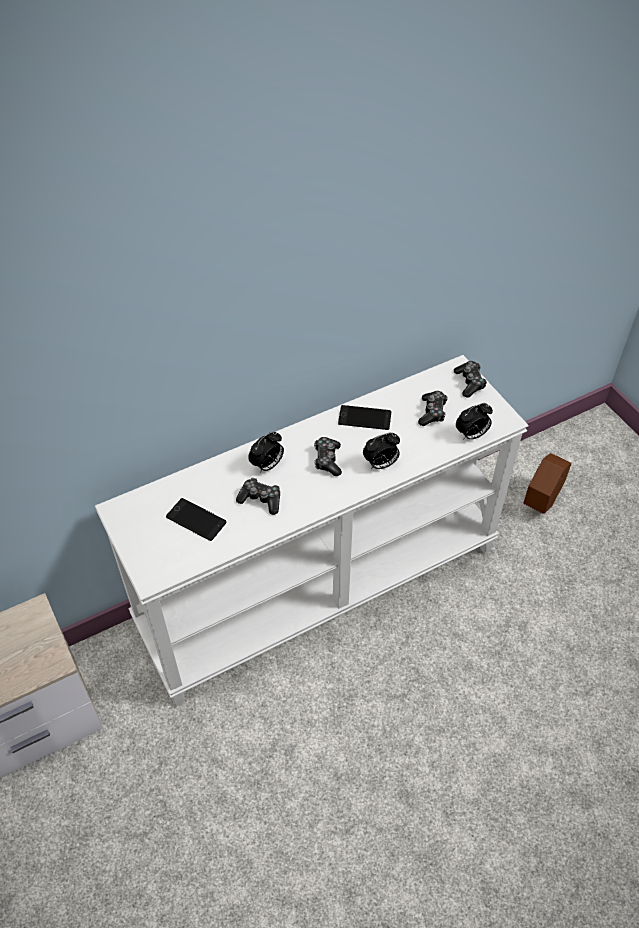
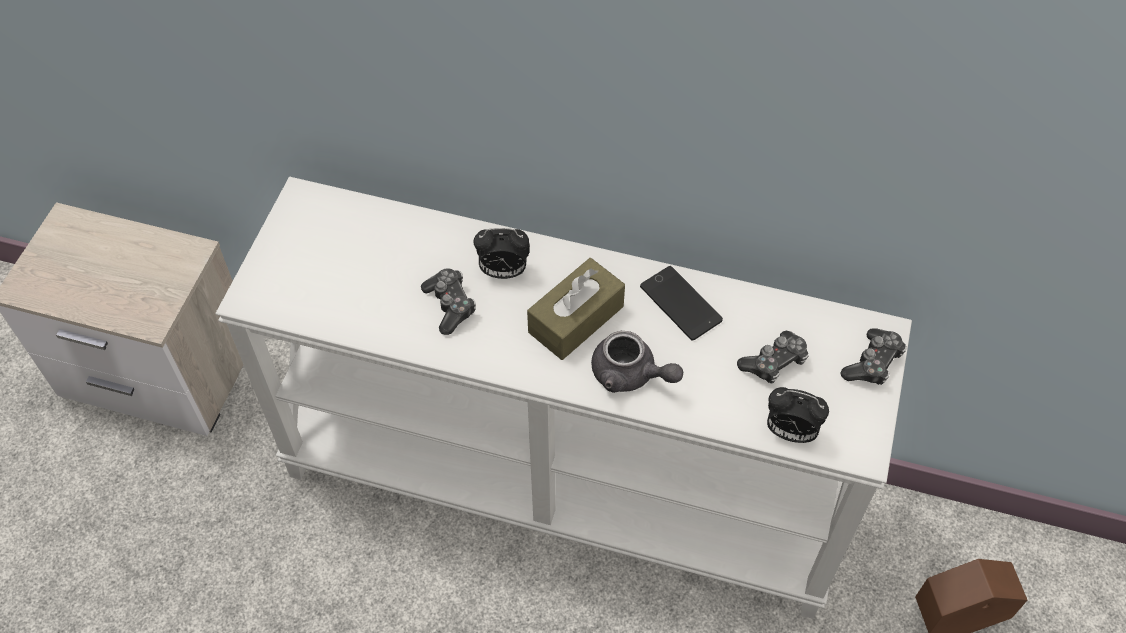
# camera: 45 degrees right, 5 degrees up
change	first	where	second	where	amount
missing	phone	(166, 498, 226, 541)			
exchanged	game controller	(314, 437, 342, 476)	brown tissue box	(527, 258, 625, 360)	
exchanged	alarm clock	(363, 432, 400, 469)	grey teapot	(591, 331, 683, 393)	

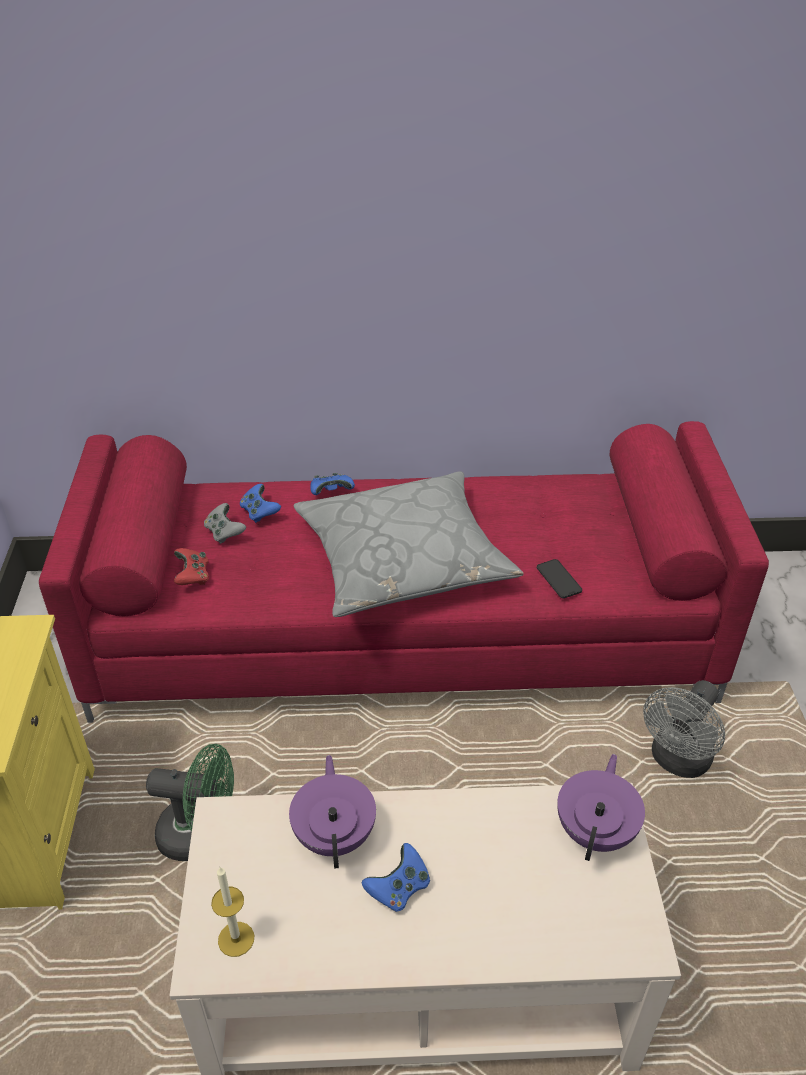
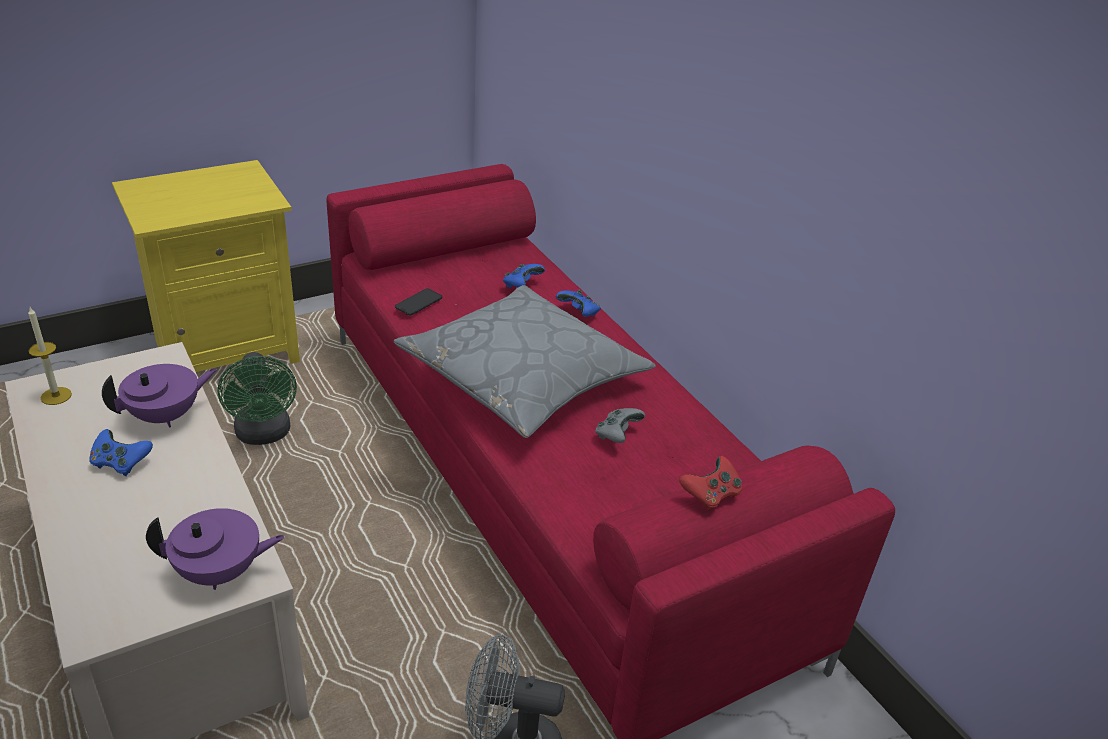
# camera: 60 degrees right, 5 degrees down
change	first	where	second	where	amount
relocated	red game controller	(174, 548, 209, 585)		(679, 456, 742, 511)	
relocated	grey game controller	(204, 503, 246, 544)		(595, 408, 645, 443)	
relocated	phone	(537, 559, 582, 598)		(395, 288, 442, 315)	

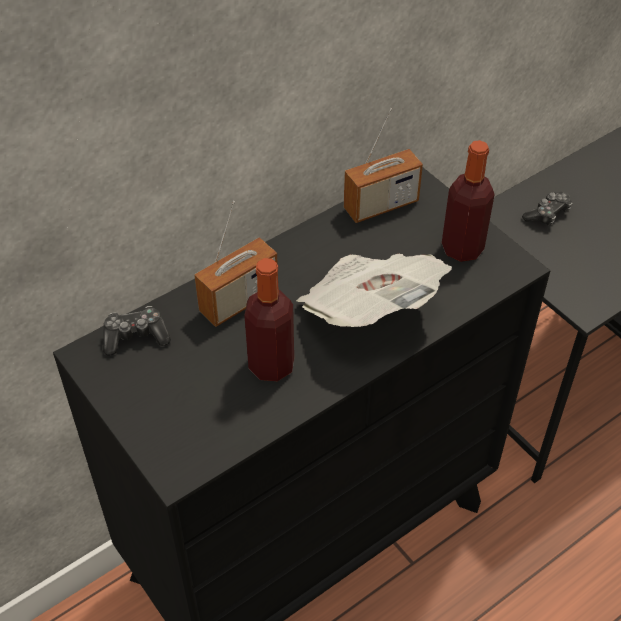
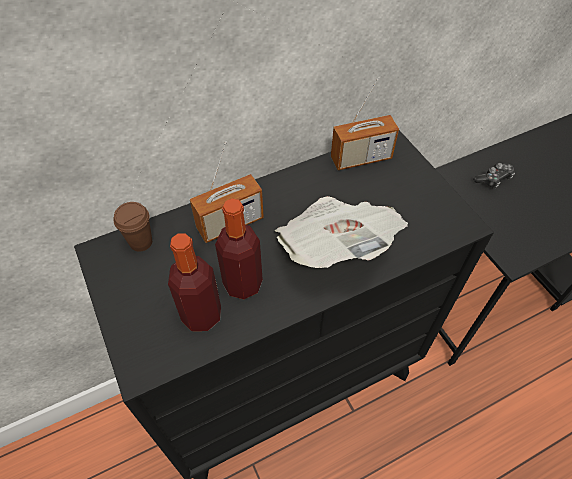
# camera: 10 degrees right, 5 degrees up
change	first	where	second	where	amount
relocated	bottle	(442, 140, 495, 262)		(168, 233, 221, 331)	
exchanged	game controller	(103, 306, 171, 356)	brown cup	(113, 202, 152, 252)	

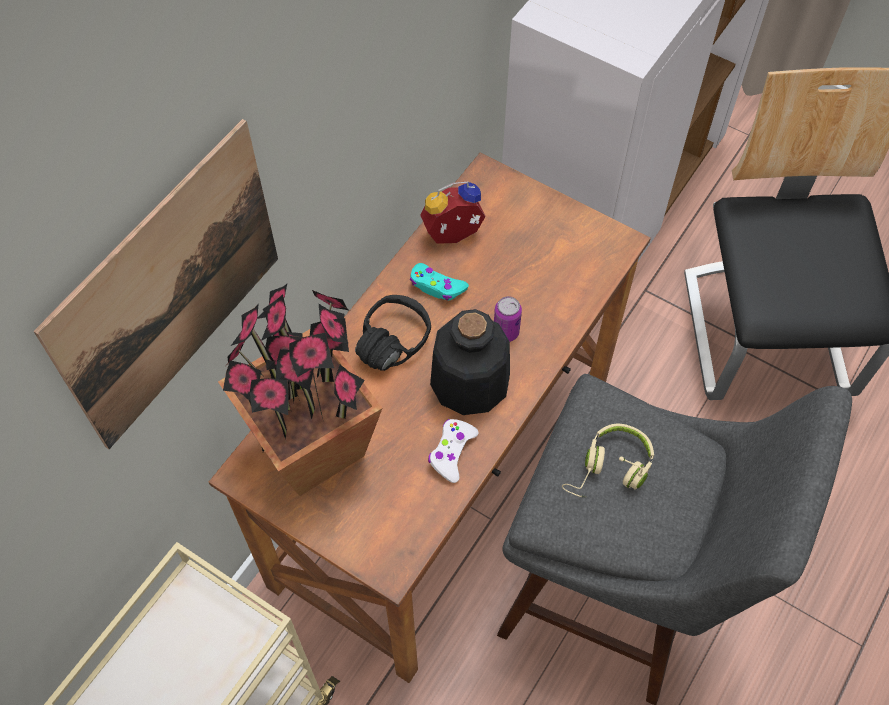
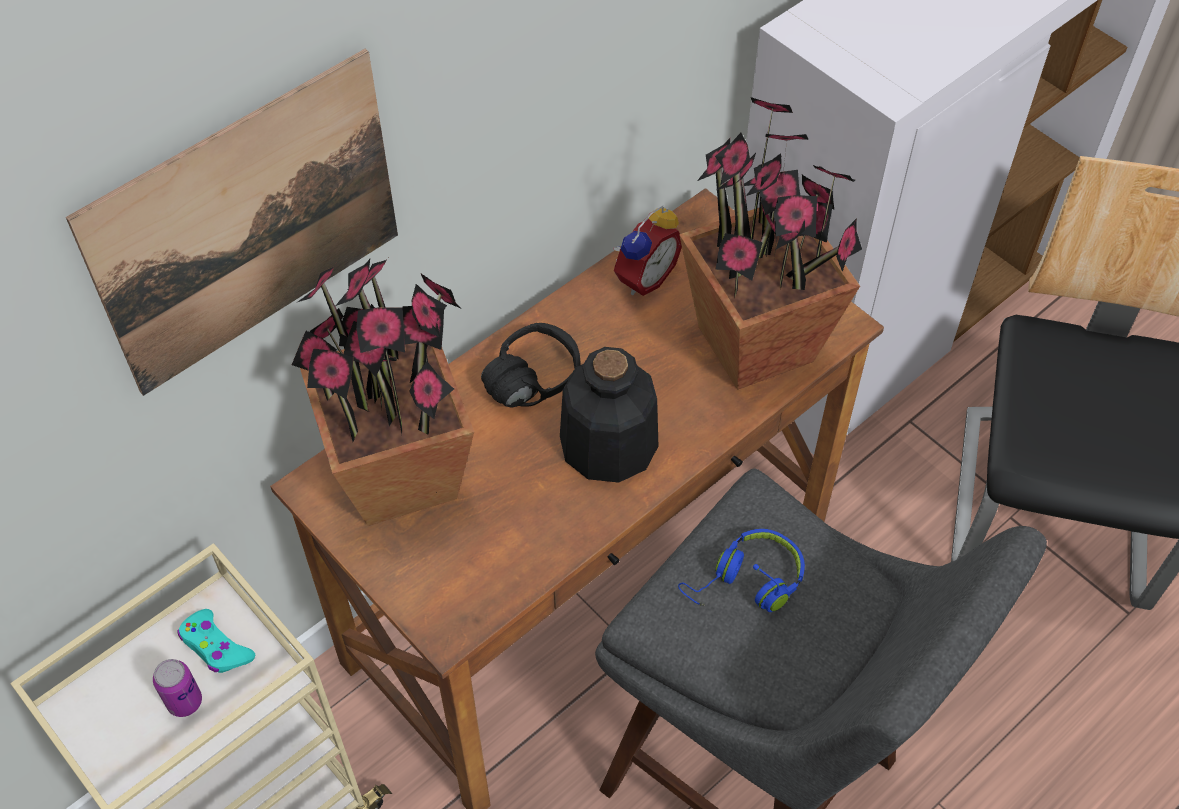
# camera: 15 degrees right, 5 degrees down
change	first	where	second	where	amount
missing	white game controller	(428, 419, 479, 483)			
appeared			potted plant	(679, 97, 862, 390)	
relocated	turquoise game controller	(410, 263, 469, 300)		(178, 609, 255, 673)	
relocated	can	(494, 296, 522, 342)		(153, 659, 202, 717)	
colour	beige headphones	(562, 424, 654, 498)	blue headphones	(678, 529, 805, 612)	
spun	alarm clock	(420, 181, 486, 244)		(613, 206, 682, 296)	135 degrees clockwise

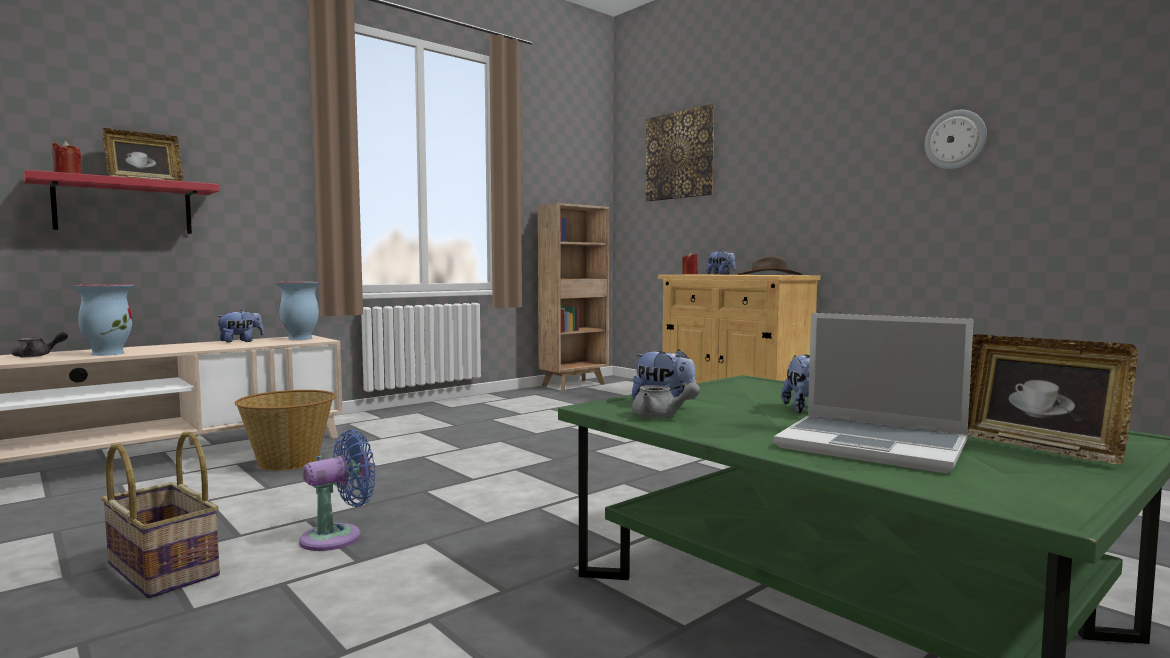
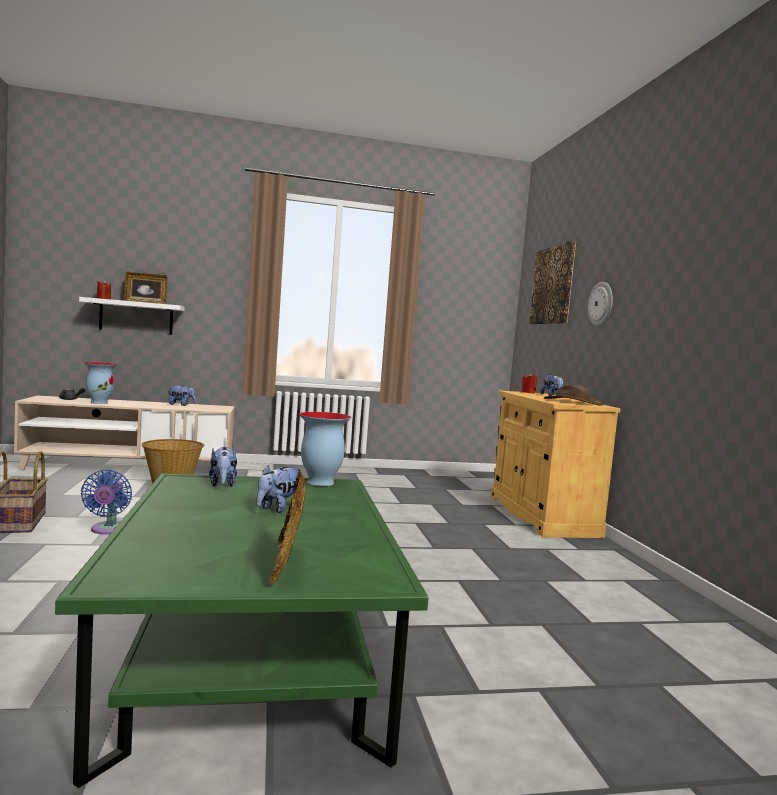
# camera: 30 degrees right, 0 degrees up
change	first	where	second	where	amount
missing	brown bookcase	(538, 203, 609, 391)			
missing	grey teapot	(632, 383, 700, 418)			
missing	laptop	(774, 313, 974, 473)			
relocated	vase	(274, 282, 321, 340)		(299, 412, 351, 486)	
relocated	wall clock	(925, 110, 987, 170)		(588, 282, 613, 326)	
colour	red shelf	(24, 170, 220, 234)	white shelf	(79, 297, 185, 335)	
spun	blue fan	(299, 429, 376, 551)		(81, 470, 132, 535)	90 degrees clockwise

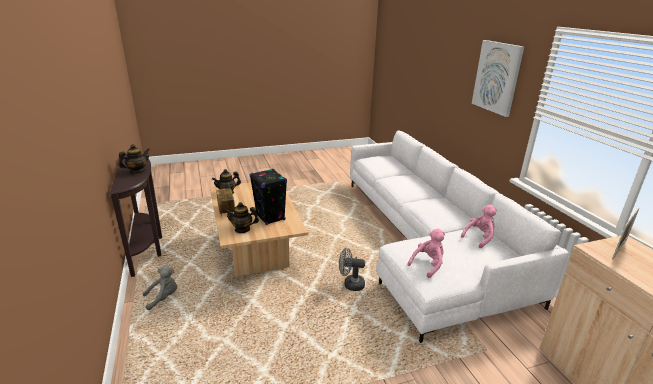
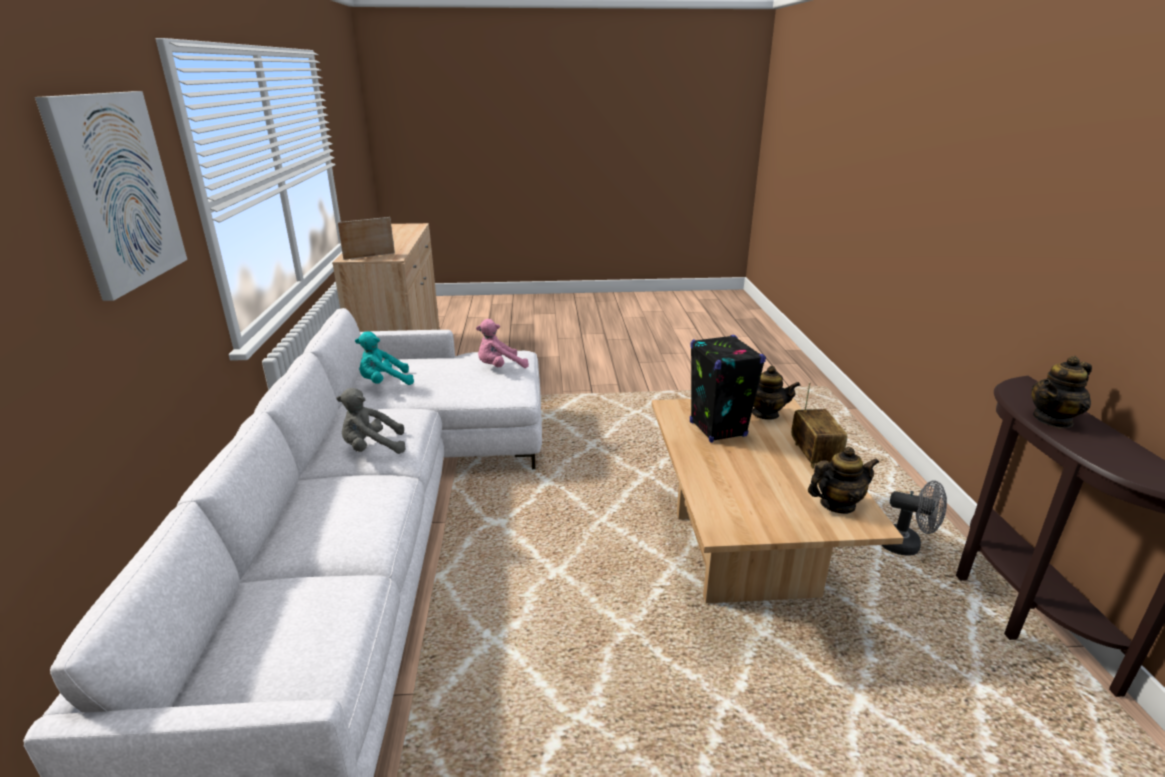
# camera: 165 degrees left, 0 degrees up
change	first	where	second	where	amount
relocated	grey plush toy	(143, 266, 177, 310)		(336, 388, 405, 454)	
relocated	grey fan	(339, 248, 365, 291)		(881, 481, 947, 556)	
colour	pink plush toy	(461, 205, 497, 248)	turquoise plush toy	(355, 331, 414, 385)	

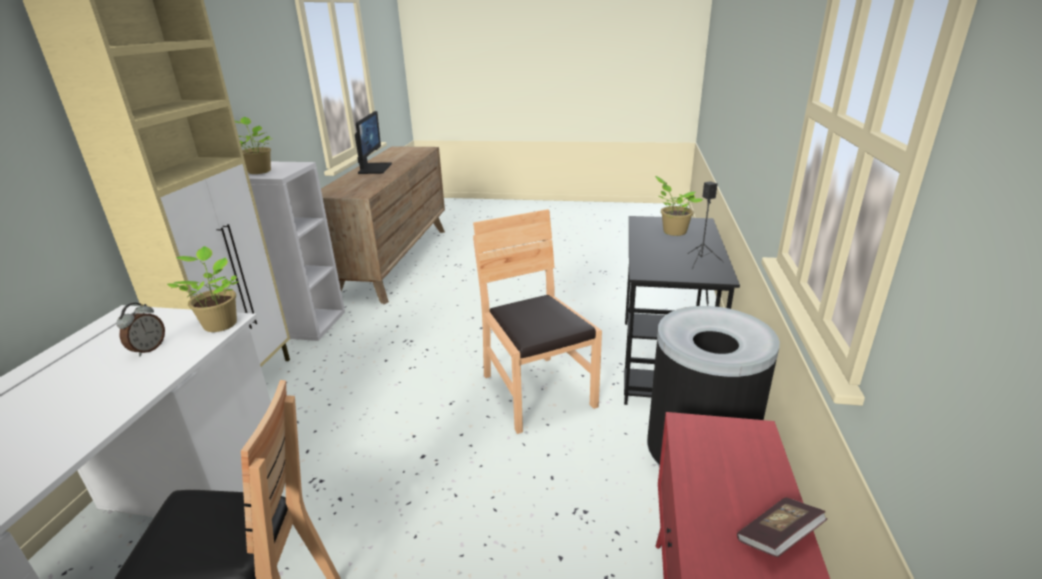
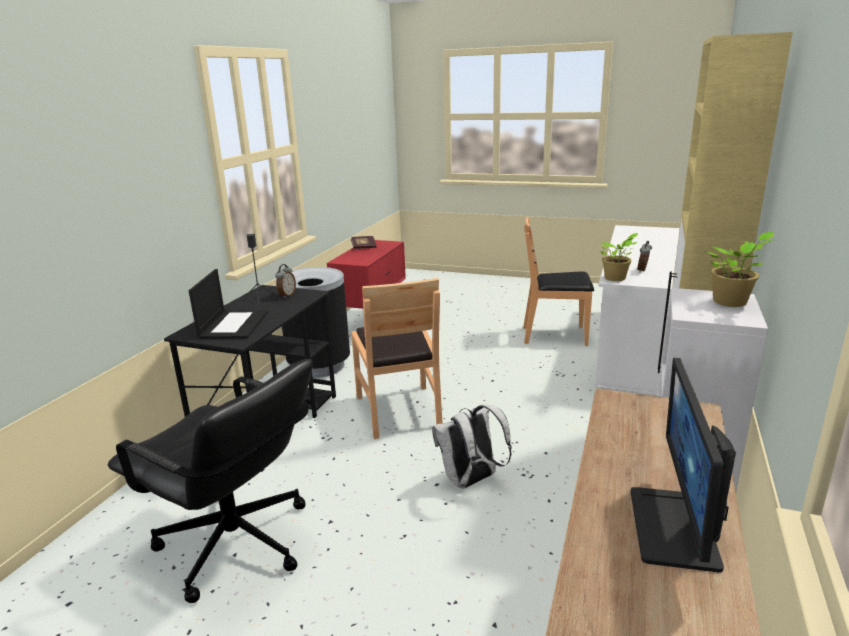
# camera: 170 degrees left, 5 degrees down
change	first	where	second	where	amount
appeared			black office chair	(108, 359, 313, 603)	
appeared			alarm clock	(275, 264, 296, 298)	
appeared			white backpack	(432, 404, 512, 489)	
exchanged	potted plant	(655, 176, 703, 236)	laptop	(189, 269, 268, 339)	

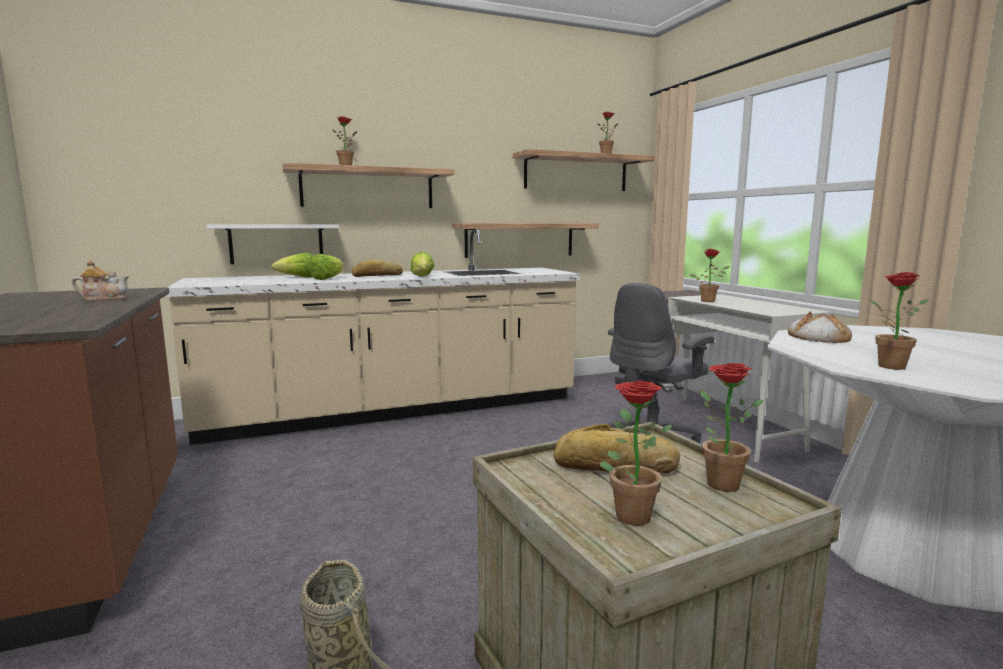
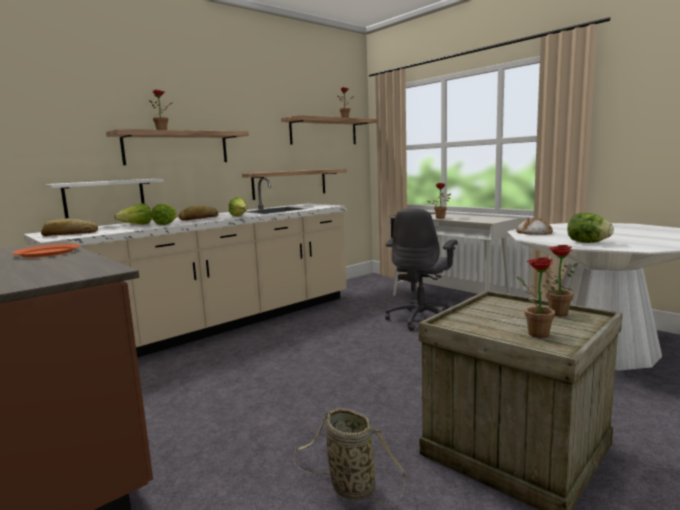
# camera: 20 degrees left, 0 degrees up
change	first	where	second	where	amount
relocated	bread	(553, 424, 680, 473)		(41, 219, 98, 236)	
exchanged	teapot	(72, 260, 129, 301)	orange plate	(12, 244, 80, 258)	
exchanged	potted plant	(868, 272, 929, 370)	lettuce	(567, 213, 614, 243)	

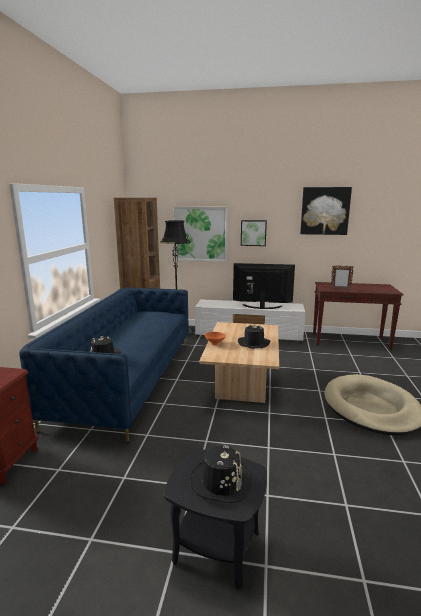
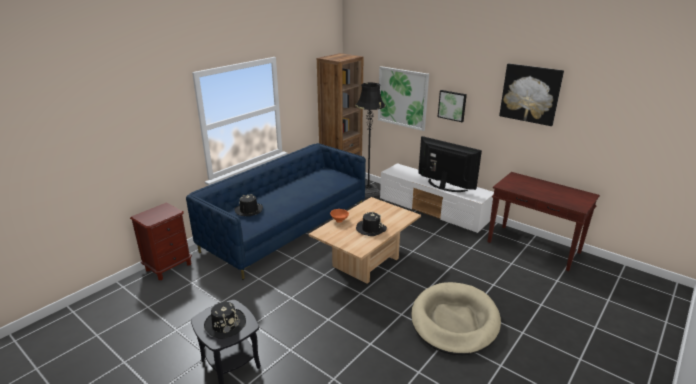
# camera: 30 degrees right, 10 degrees up
change	first	where	second	where	amount
missing	picture frame	(331, 265, 354, 290)			

